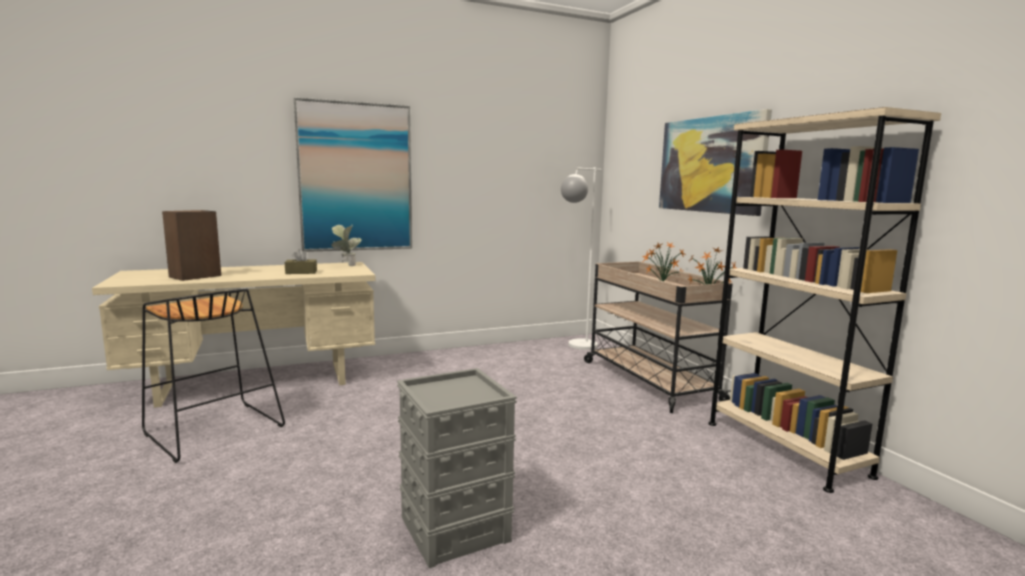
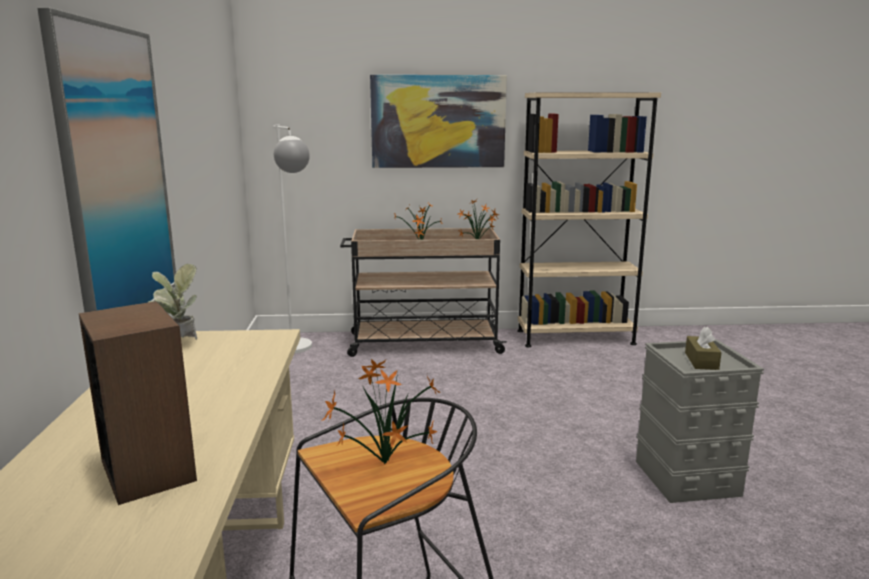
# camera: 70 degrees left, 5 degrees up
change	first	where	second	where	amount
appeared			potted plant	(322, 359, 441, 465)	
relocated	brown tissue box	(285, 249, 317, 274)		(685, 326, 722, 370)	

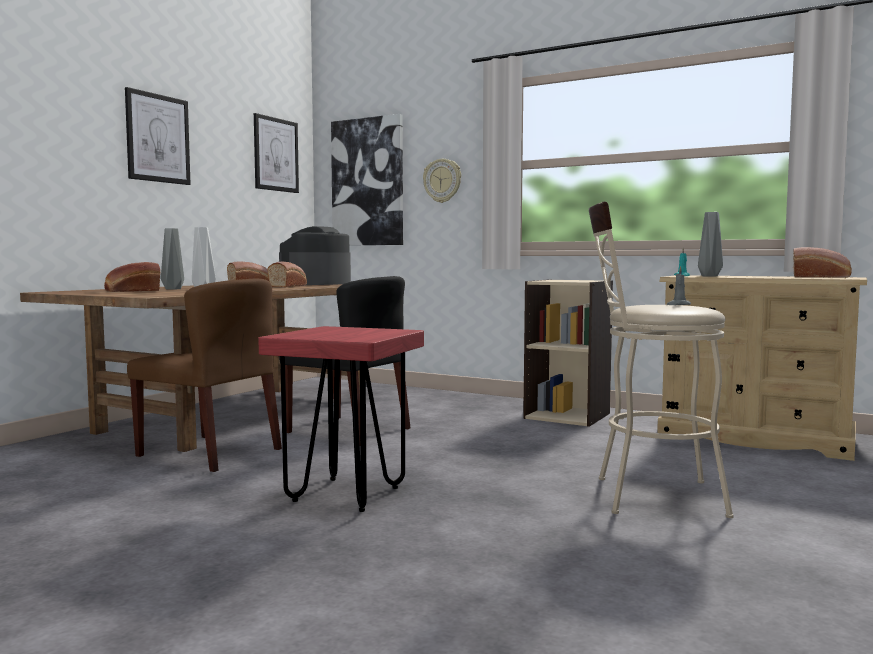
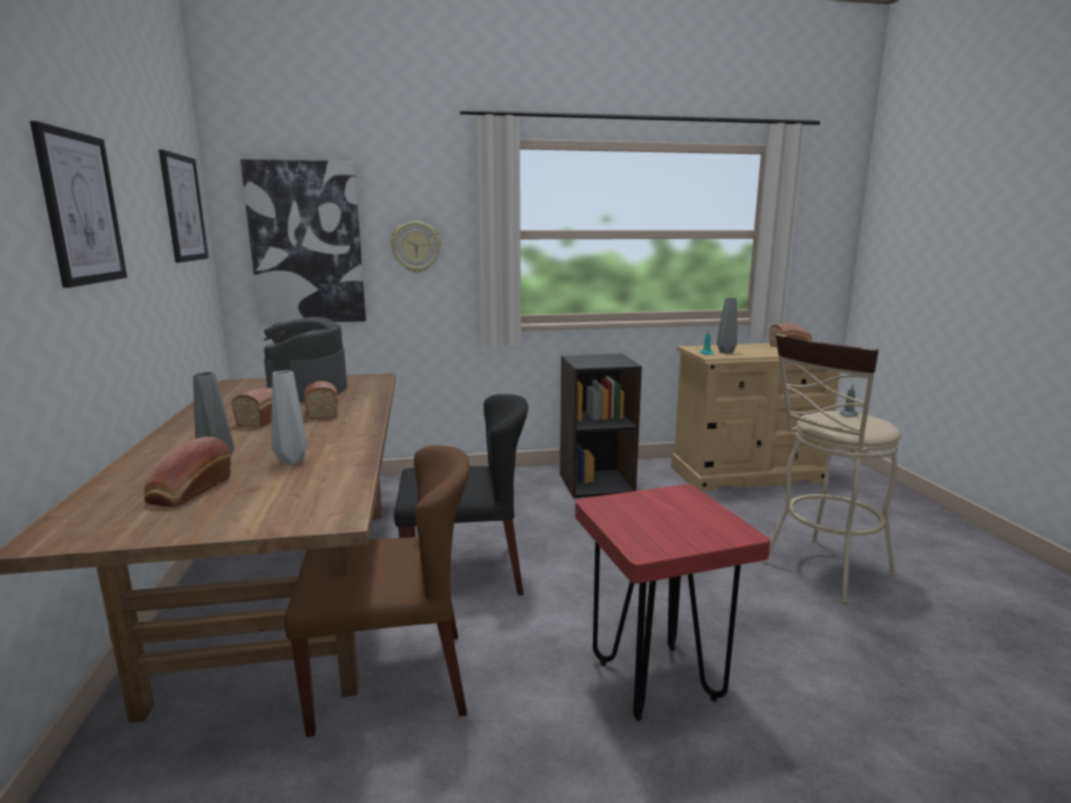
# camera: 40 degrees left, 10 degrees up
change	first	where	second	where	amount
colour	beige bookcase	(523, 279, 613, 427)	black bookcase	(560, 354, 642, 498)	

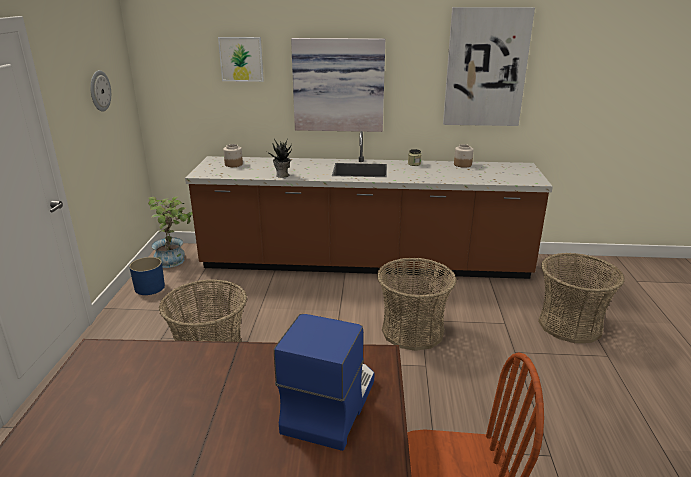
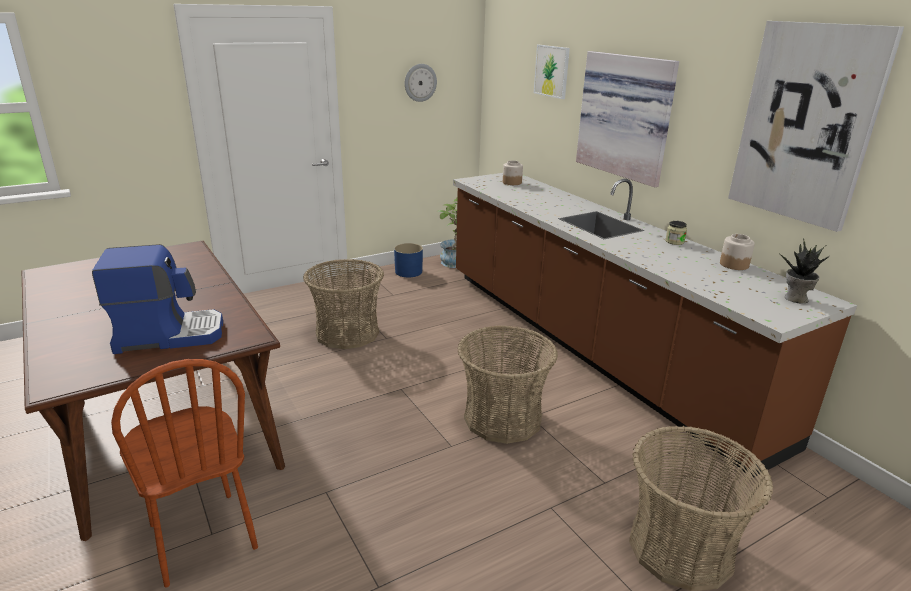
# camera: 55 degrees right, 0 degrees up
change	first	where	second	where	amount
relocated	potted plant	(267, 139, 292, 178)		(779, 238, 831, 304)	

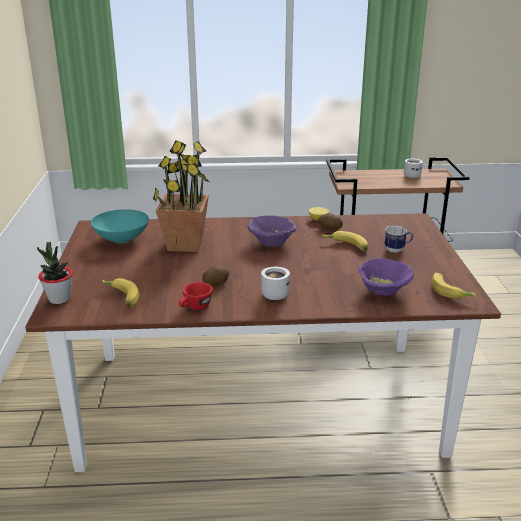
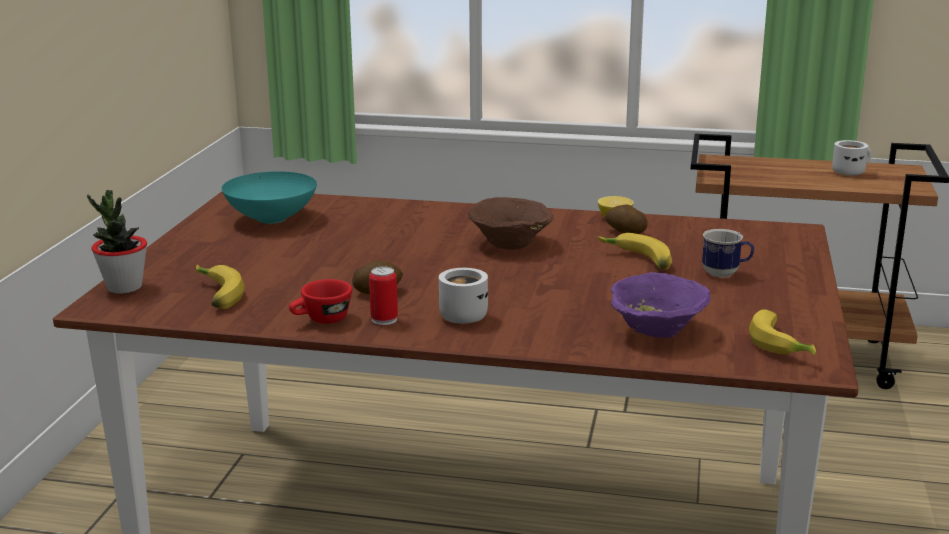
# camera: 15 degrees right, 5 degrees down
change	first	where	second	where	amount
missing	potted plant	(153, 140, 210, 252)			
appeared			can	(369, 266, 398, 325)	
colour	purple bowl	(247, 216, 297, 247)	brown bowl	(468, 197, 554, 250)	

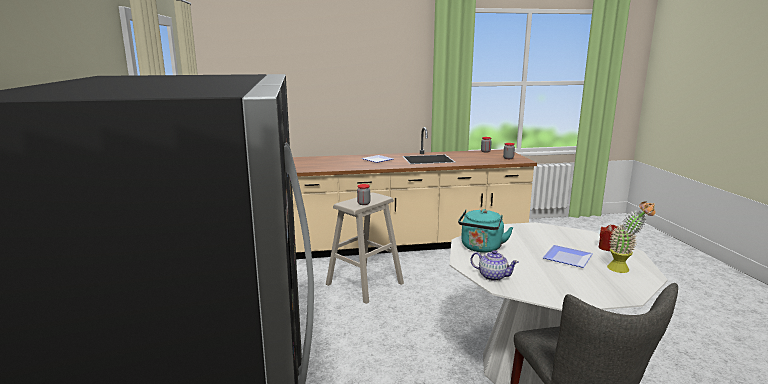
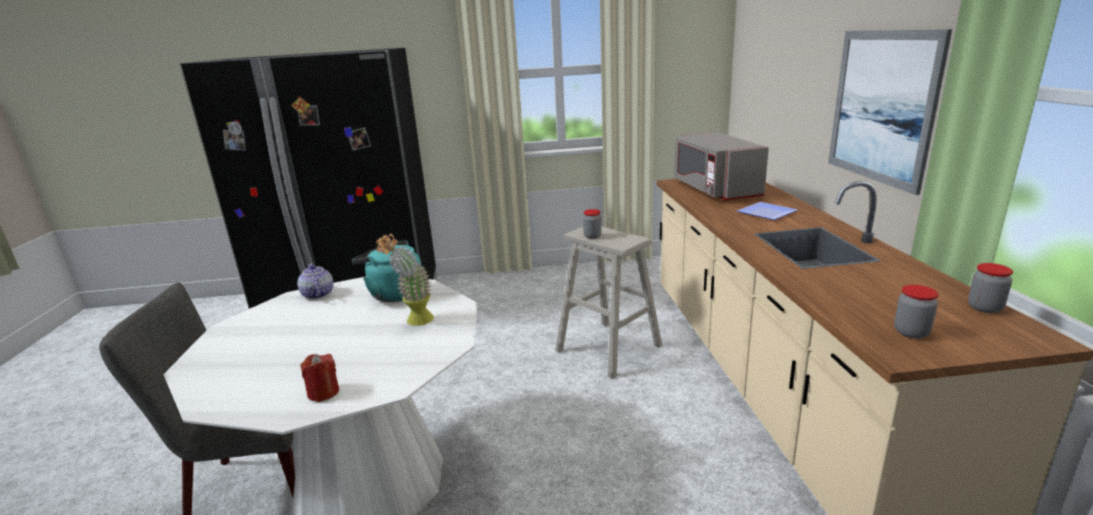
# camera: 95 degrees right, 5 degrees up
change	first	where	second	where	amount
missing	plate	(543, 245, 593, 268)			
appeared			grey microwave	(674, 132, 769, 201)	
appeared			picture	(828, 29, 952, 195)	
relocated	potted plant	(607, 201, 656, 273)		(376, 234, 434, 326)	
spun	teapot	(471, 250, 519, 281)		(297, 264, 334, 299)	120 degrees clockwise

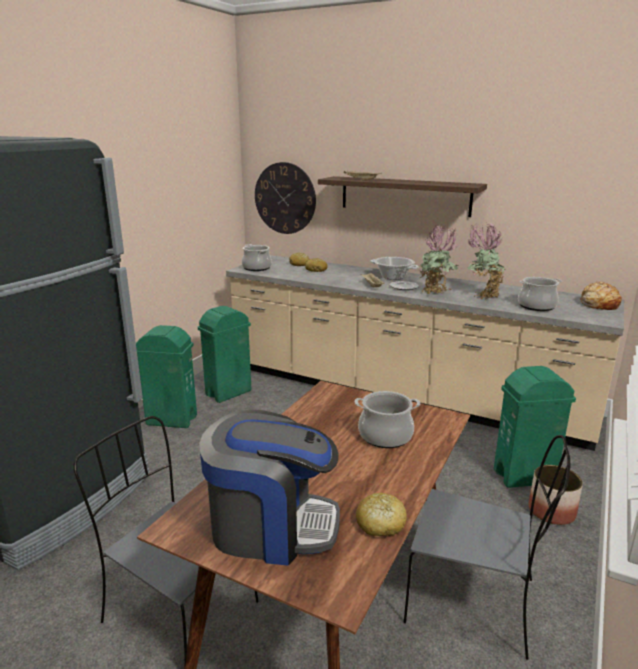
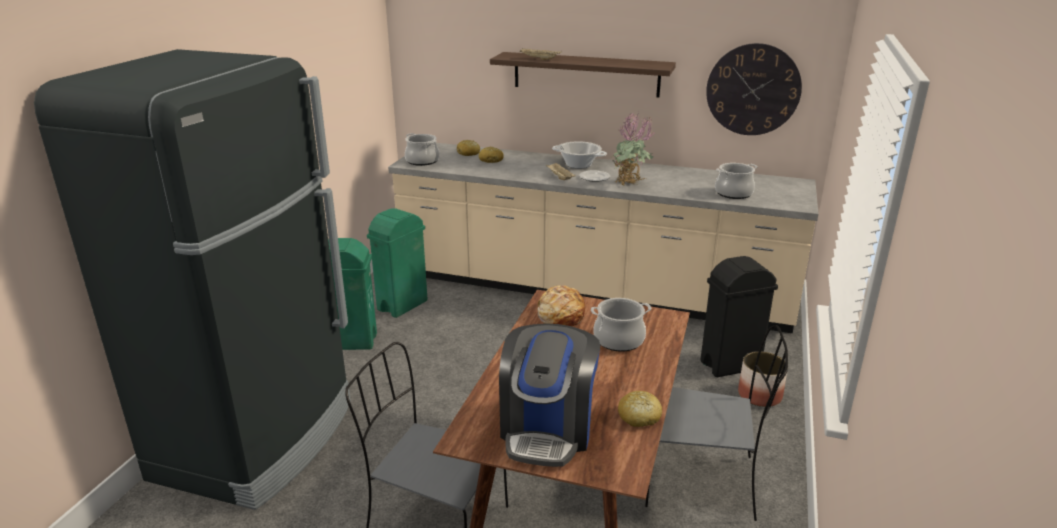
# camera: 10 degrees left, 5 degrees up
change	first	where	second	where	amount
missing	potted plant	(467, 222, 505, 300)			
relocated	wall clock	(255, 162, 316, 234)		(706, 43, 802, 135)	
relocated	bread	(580, 281, 622, 310)		(537, 285, 585, 326)	
colour	green trash can	(494, 366, 576, 488)	black trash can	(700, 256, 778, 377)	
spun	coffee machine	(199, 410, 340, 566)		(499, 323, 600, 467)	105 degrees clockwise

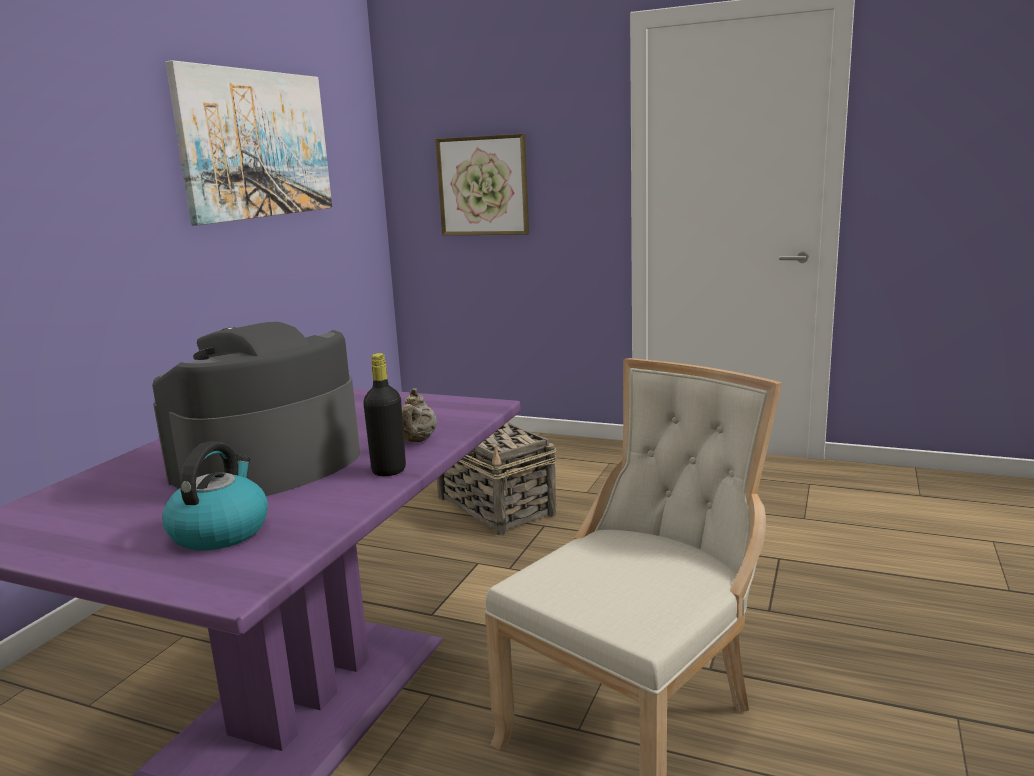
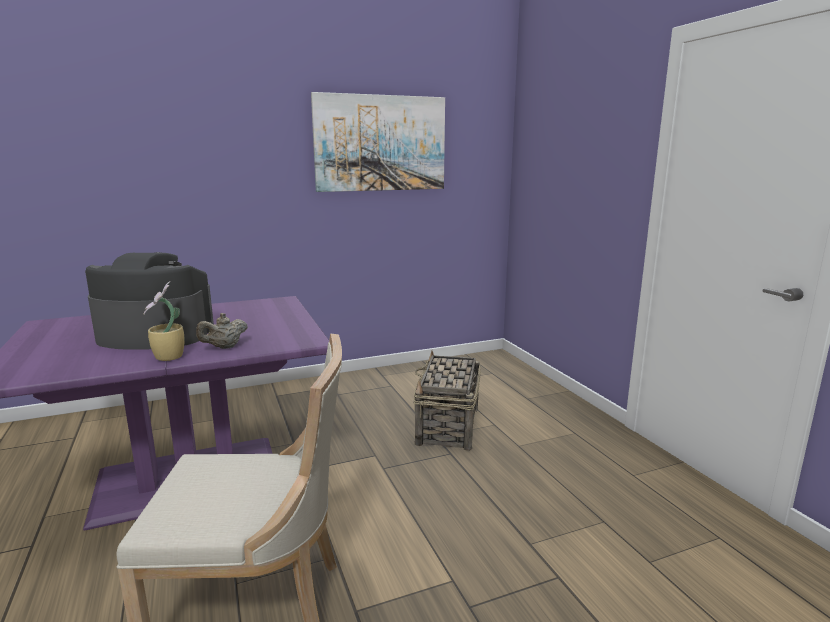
# camera: 45 degrees right, 0 degrees up
change	first	where	second	where	amount
missing	kettle	(162, 441, 268, 551)			
missing	picture	(435, 134, 529, 235)			
exchanged	black bottle	(363, 353, 406, 476)	potted plant	(144, 281, 184, 361)	

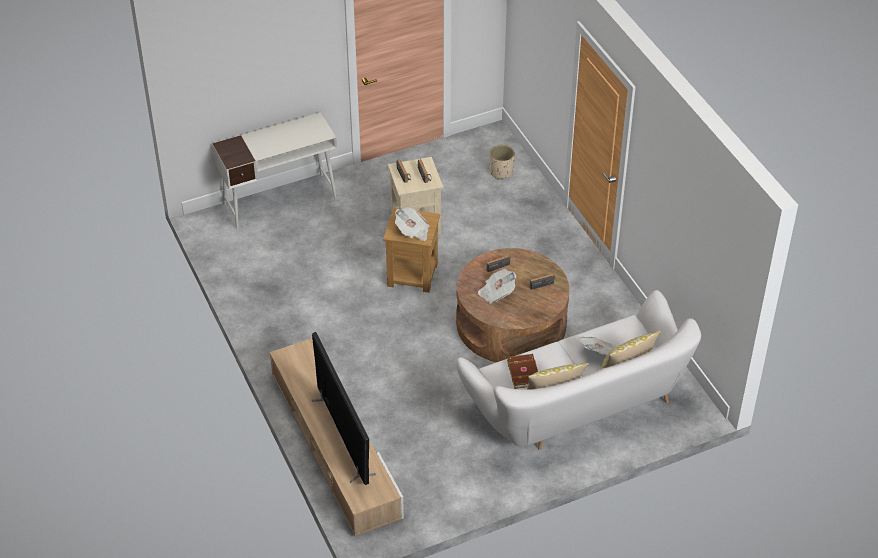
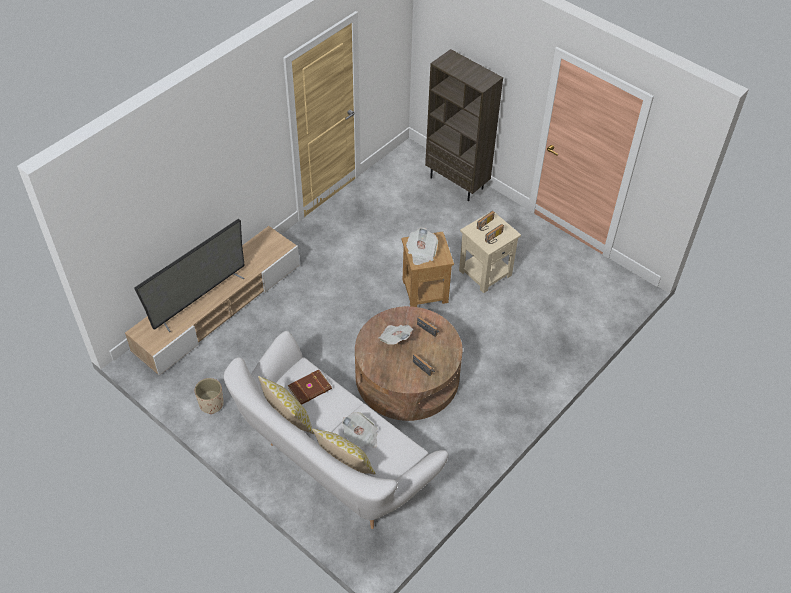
# camera: 65 degrees right, 5 degrees up
change	first	where	second	where	amount
relocated	beige planter	(490, 145, 515, 179)		(195, 378, 224, 414)	
exchanged	white desk	(212, 112, 337, 229)	brown bookcase	(425, 49, 503, 201)	

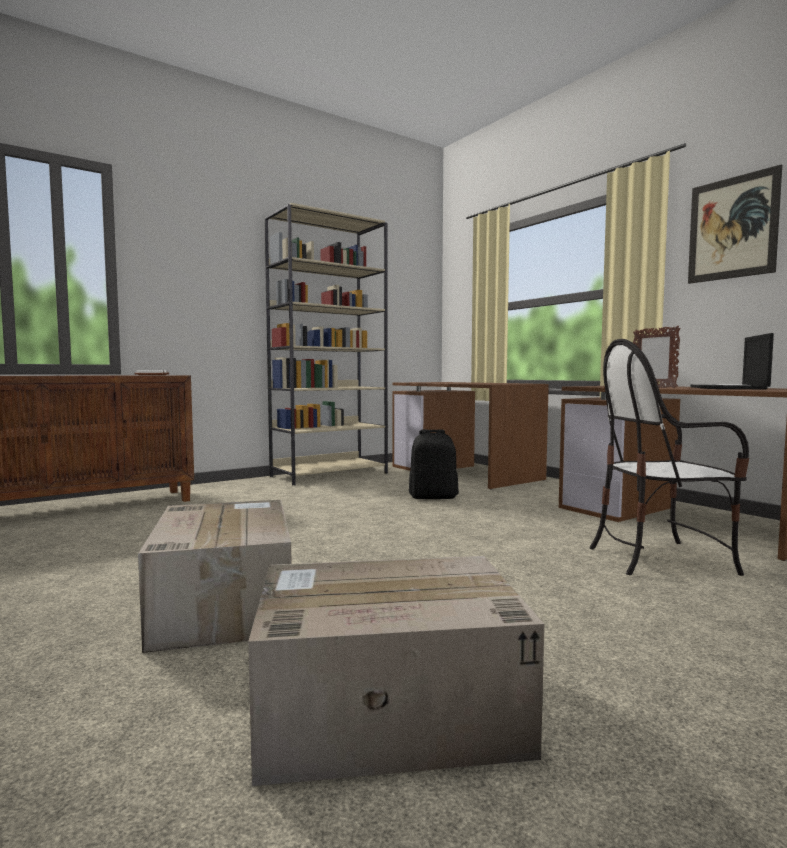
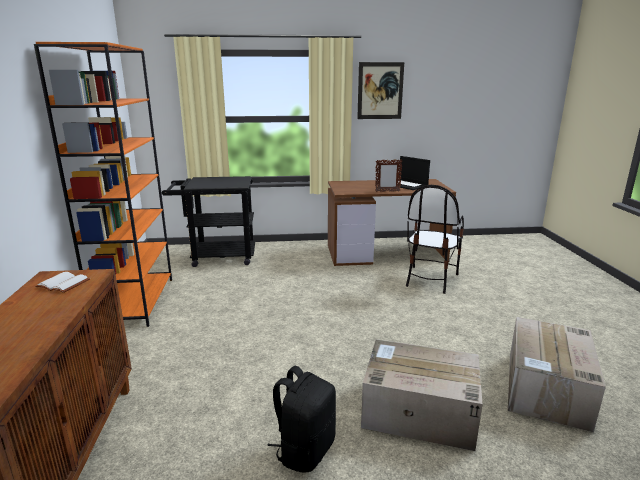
# camera: 60 degrees left, 15 degrees up
change	first	where	second	where	amount
relocated	black backpack	(409, 429, 459, 499)		(267, 366, 336, 473)	
exchanged	brown desk	(392, 382, 549, 489)	black cart	(162, 176, 255, 267)	
colour	beige bookcase	(264, 203, 388, 485)	orange bookcase	(34, 42, 172, 327)	

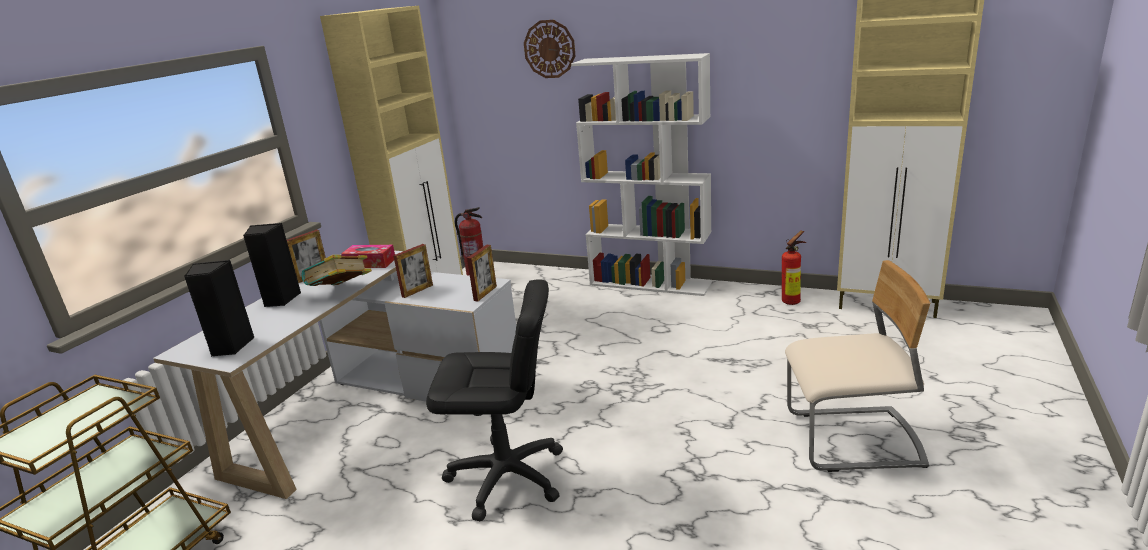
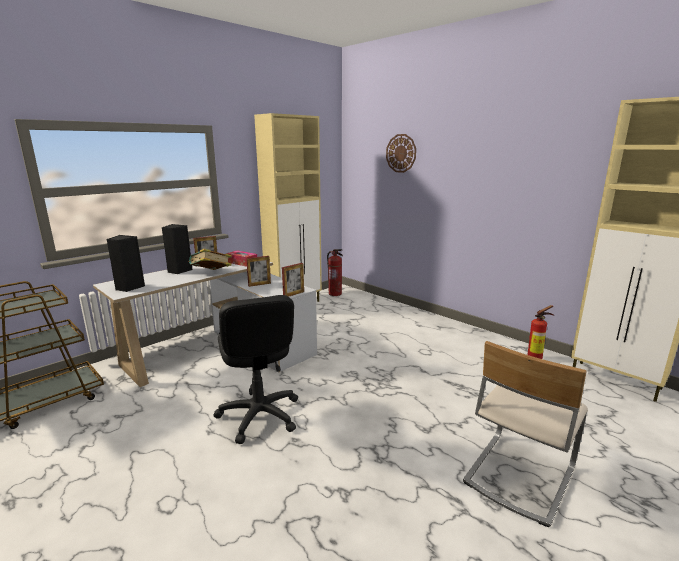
# camera: 20 degrees right, 5 degrees down
change	first	where	second	where	amount
missing	white bookcase	(571, 53, 712, 296)			
spun	black office chair	(426, 279, 563, 521)		(213, 295, 298, 444)	45 degrees clockwise
spun	beige chair	(785, 260, 930, 472)		(463, 341, 588, 527)	105 degrees clockwise

